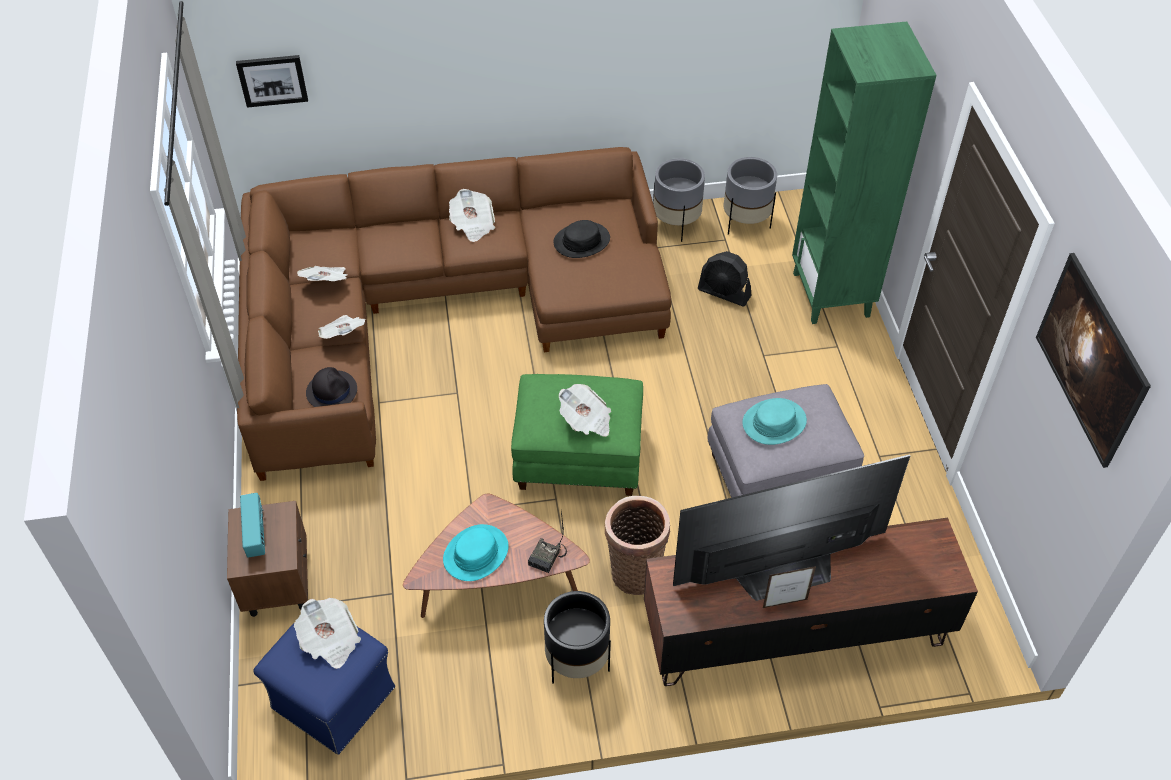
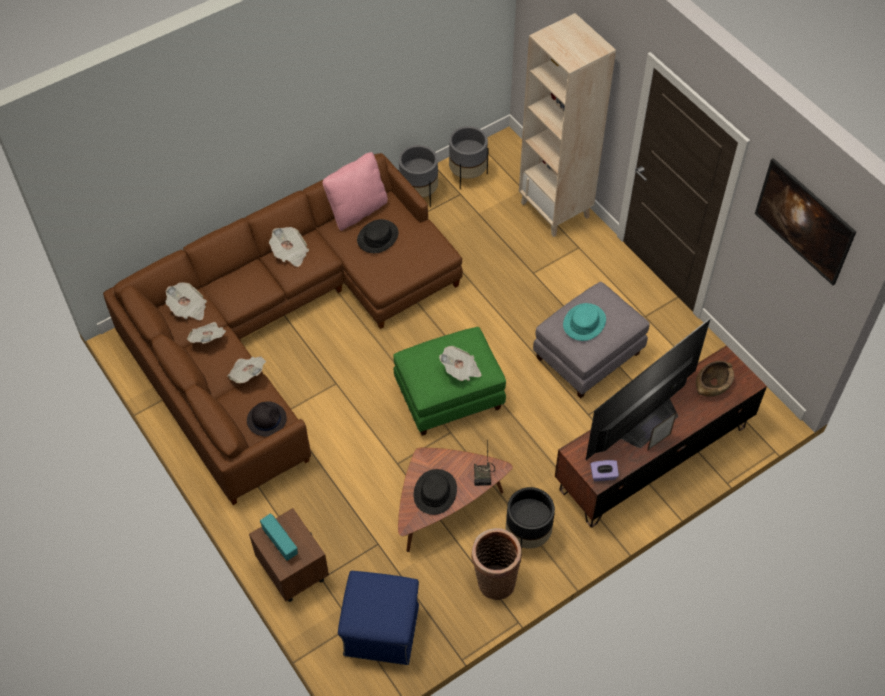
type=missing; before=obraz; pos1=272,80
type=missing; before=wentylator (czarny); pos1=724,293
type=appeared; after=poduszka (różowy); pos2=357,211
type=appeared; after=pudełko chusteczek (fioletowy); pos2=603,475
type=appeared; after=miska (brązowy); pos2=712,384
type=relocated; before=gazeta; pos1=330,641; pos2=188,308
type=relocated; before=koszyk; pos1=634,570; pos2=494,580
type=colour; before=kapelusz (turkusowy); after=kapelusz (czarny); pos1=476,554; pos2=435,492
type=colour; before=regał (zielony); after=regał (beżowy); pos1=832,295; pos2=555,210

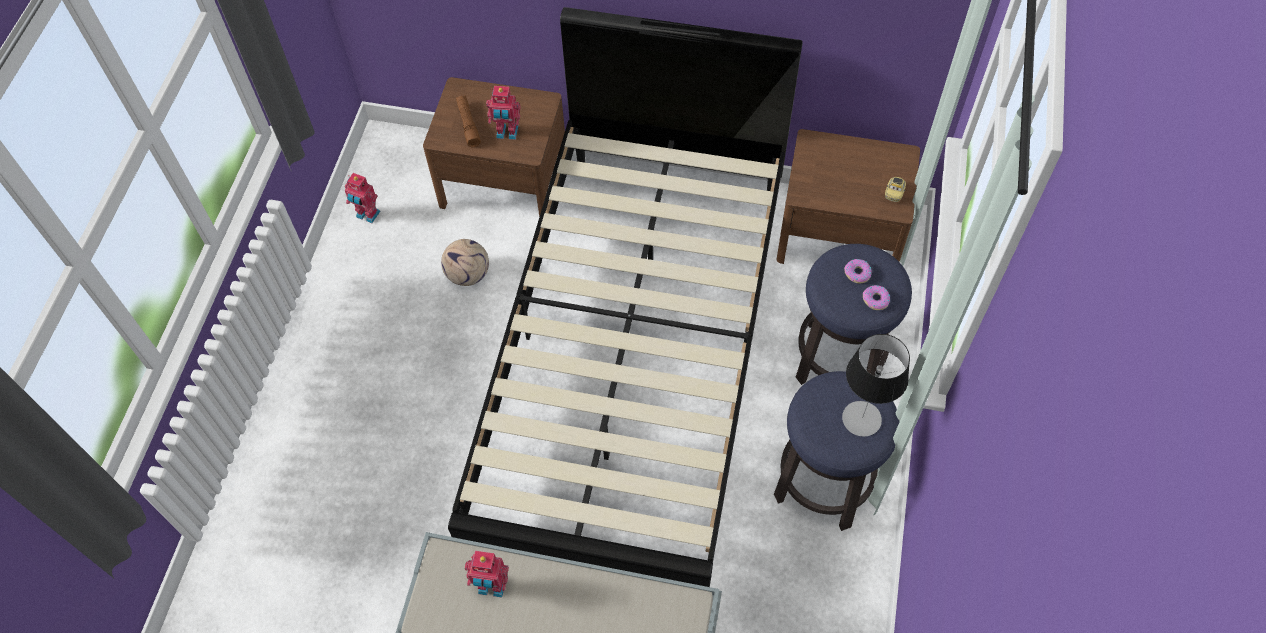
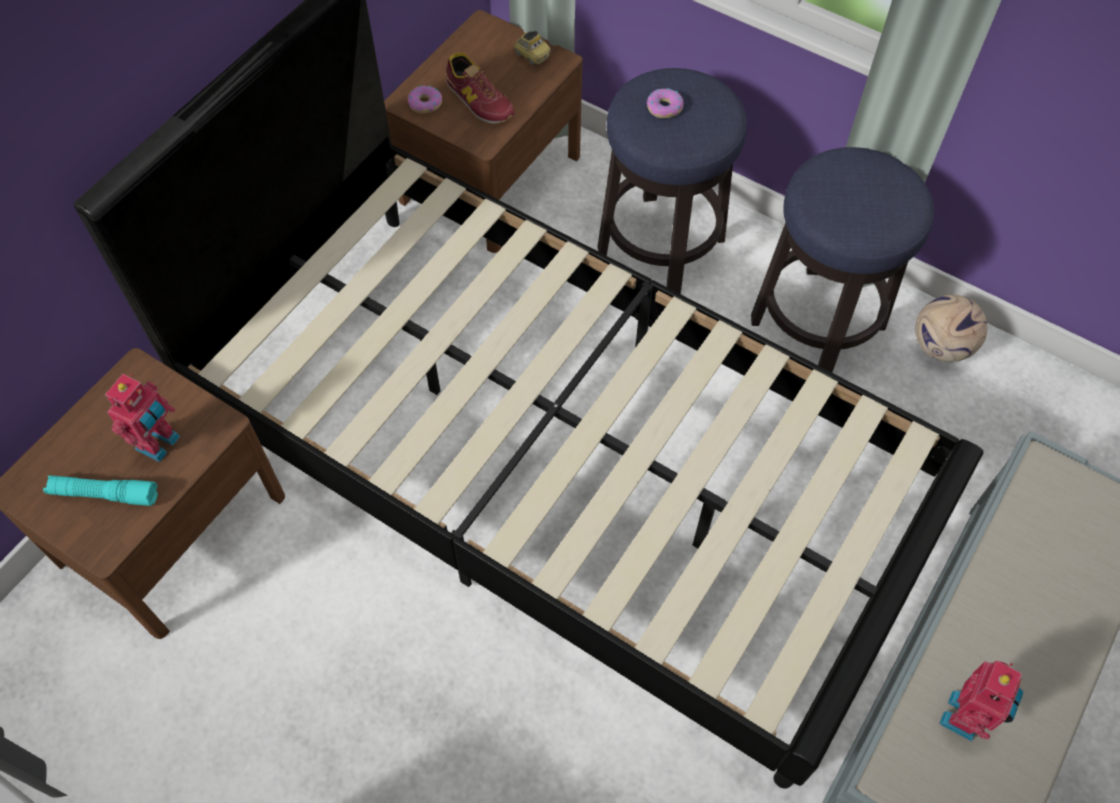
type=missing; before=robot zabawkowy; pos1=367,215
type=missing; before=lampa stołowa; pos1=861,419
type=appeared; after=but; pos2=479,100
type=relocated; before=piłka futbolowa; pos1=467,274; pos2=940,347
type=relocated; before=donut; pos1=875,300; pos2=425,103
type=colour; before=latarka (brązowy); after=latarka (turkusowy); pos1=468,124; pos2=104,494

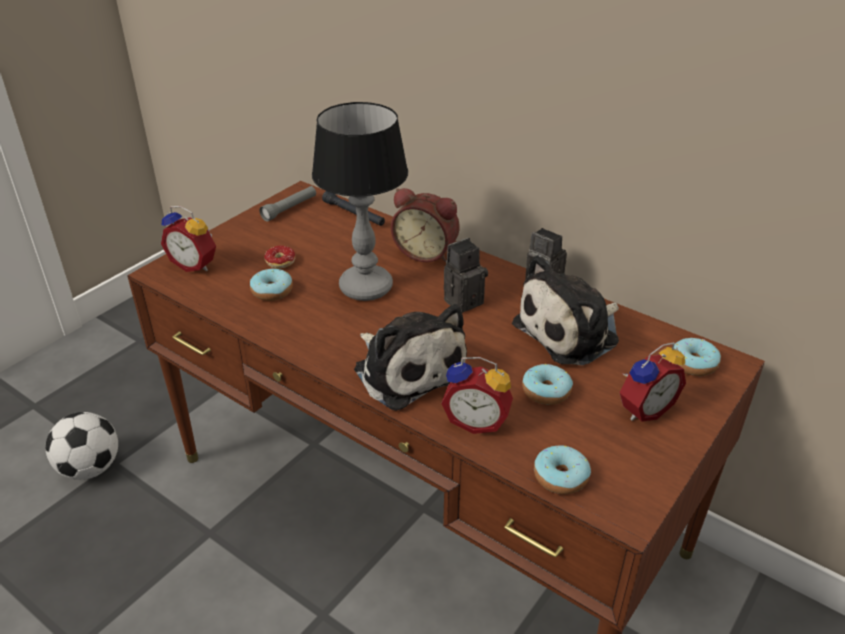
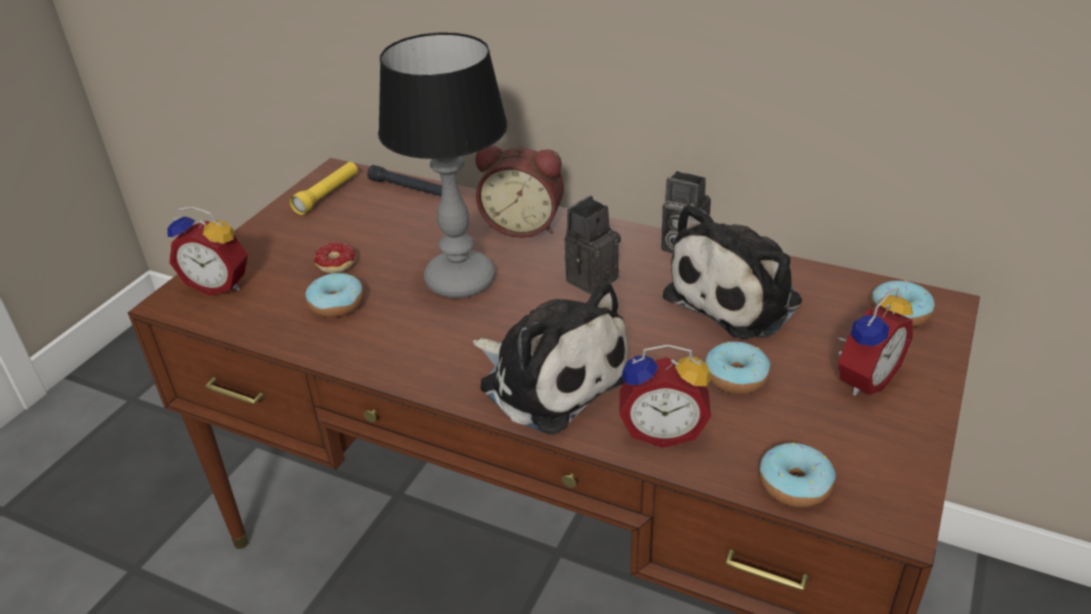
type=missing; before=piłka futbolowa; pos1=91,468
type=colour; before=latarka (szary); after=latarka (żółty); pos1=289,209; pos2=327,195

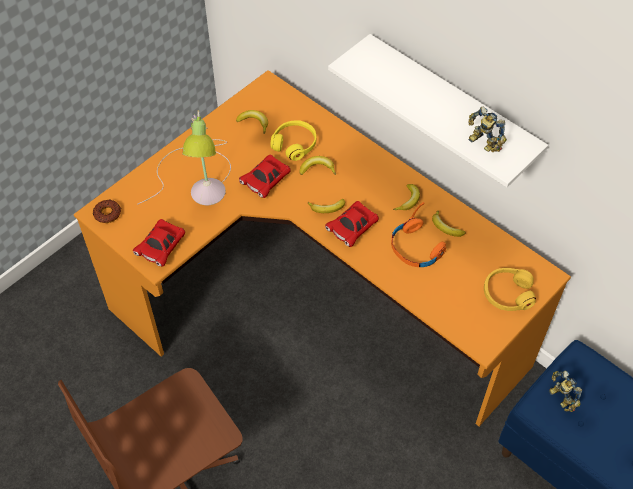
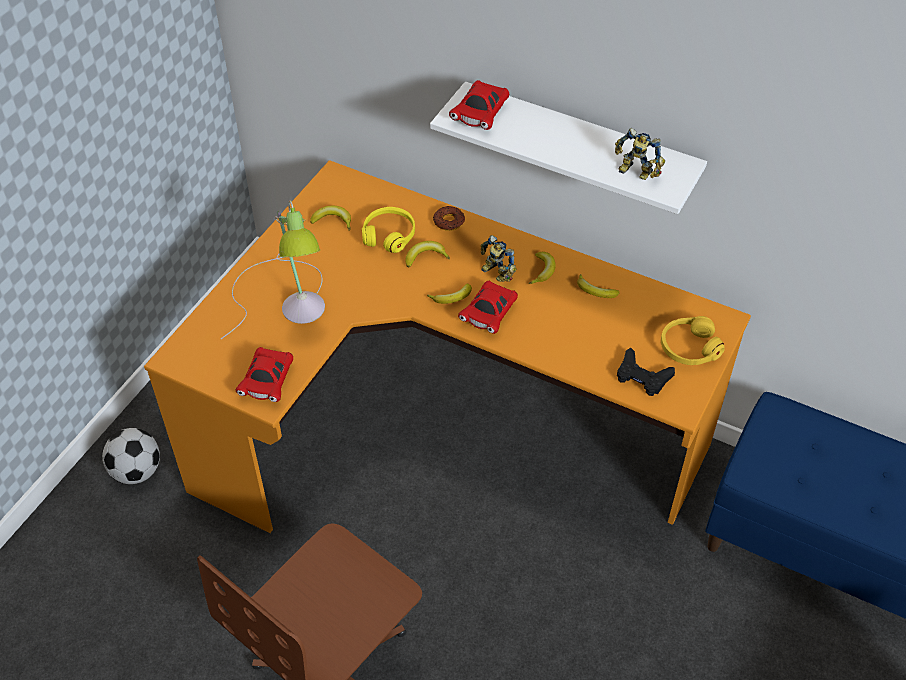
type=missing; before=słuchawki (pomarańczowy); pos1=415,249
type=appeared; after=piłka futbolowa; pos2=137,471
type=appeared; after=pad do gier (czarny); pos2=642,376
type=relocated; before=donut; pos1=107,213; pos2=449,221
type=relocated; before=samochodzik (czerwony); pos1=266,181; pos2=480,114
type=relocated; before=robot zabawkowy; pos1=560,398; pos2=495,274

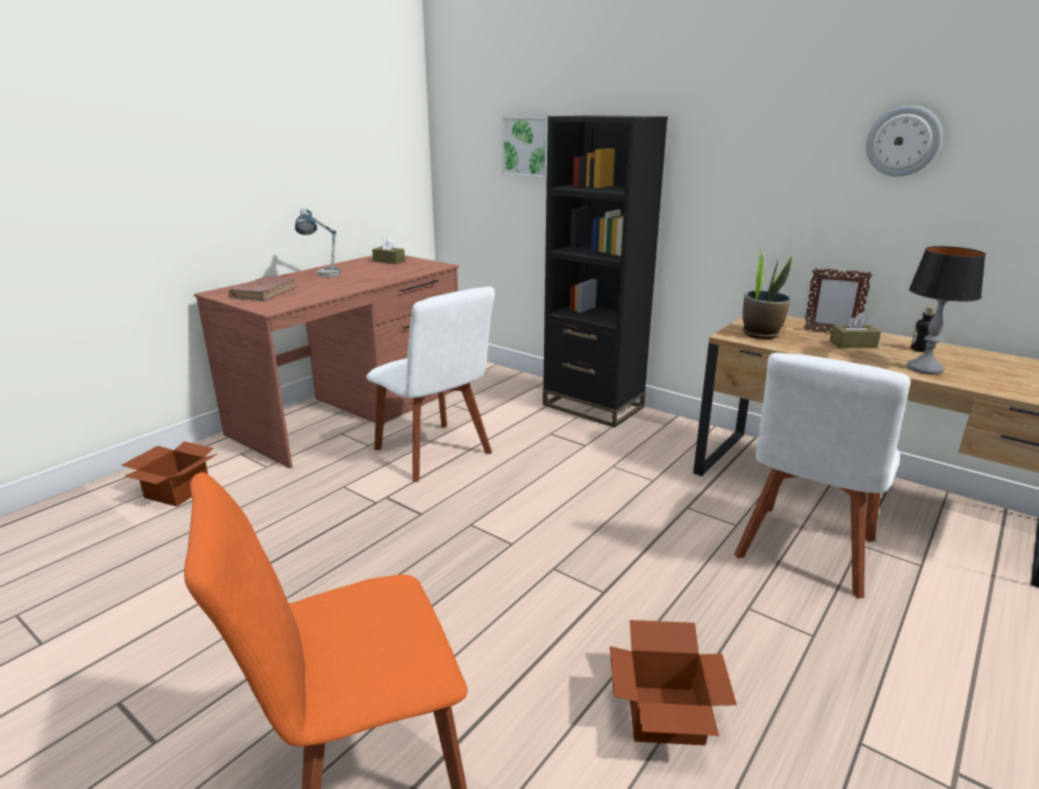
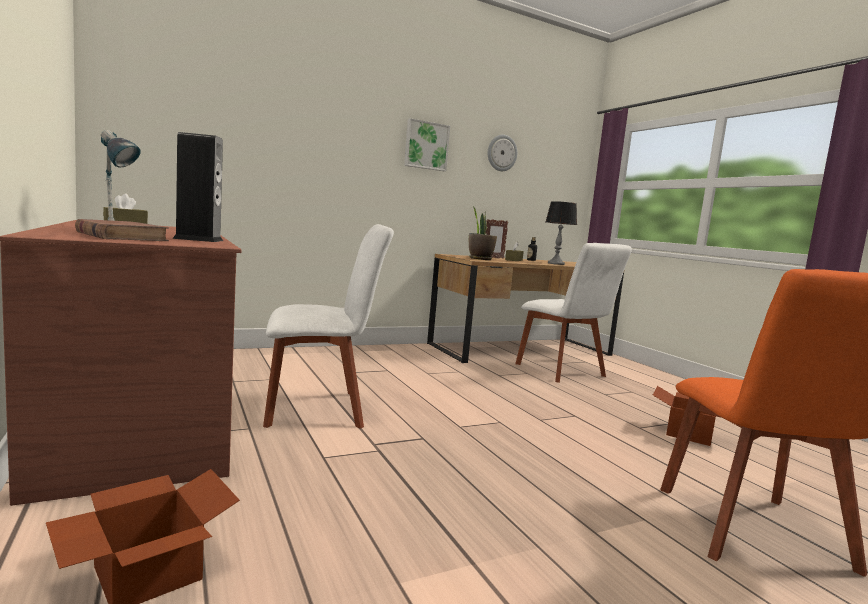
type=missing; before=regał (czarny); pos1=593,406
type=appeared; after=głośnik; pos2=198,239
type=relocated; before=obraz; pos1=527,146; pos2=426,145

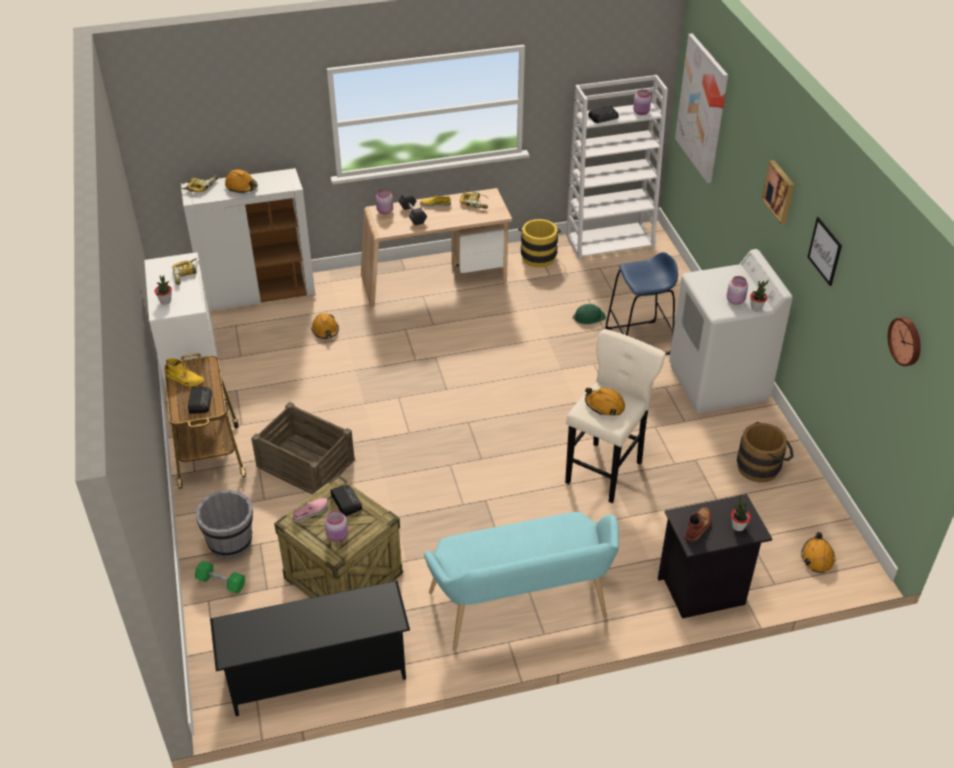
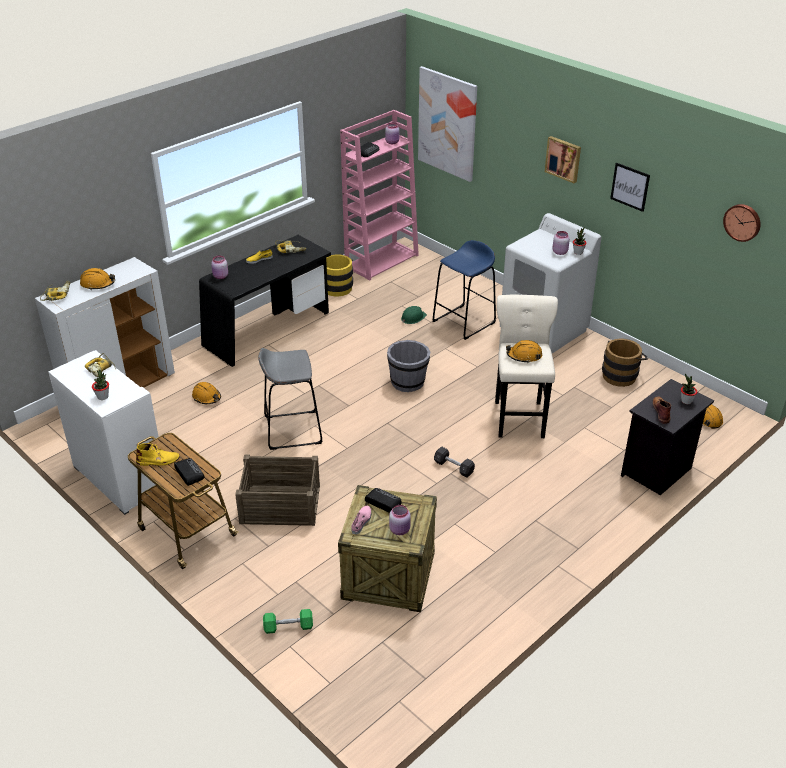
type=missing; before=regał na buty (czarny); pos1=317,673
type=missing; before=ławka (turkusowy); pos1=522,611
type=appeared; after=stołek (szary); pos2=292,430
type=relocated; before=wiadro (szary); pos1=231,542; pos2=408,382
type=relocated; before=hantel (szary); pos1=413,215; pos2=453,467
type=colour; before=biurko (beżowy); after=biurko (czarny); pos1=435,281; pos2=269,330
type=colour; before=regał (biały); after=regał (różowy); pos1=610,240; pos2=382,260

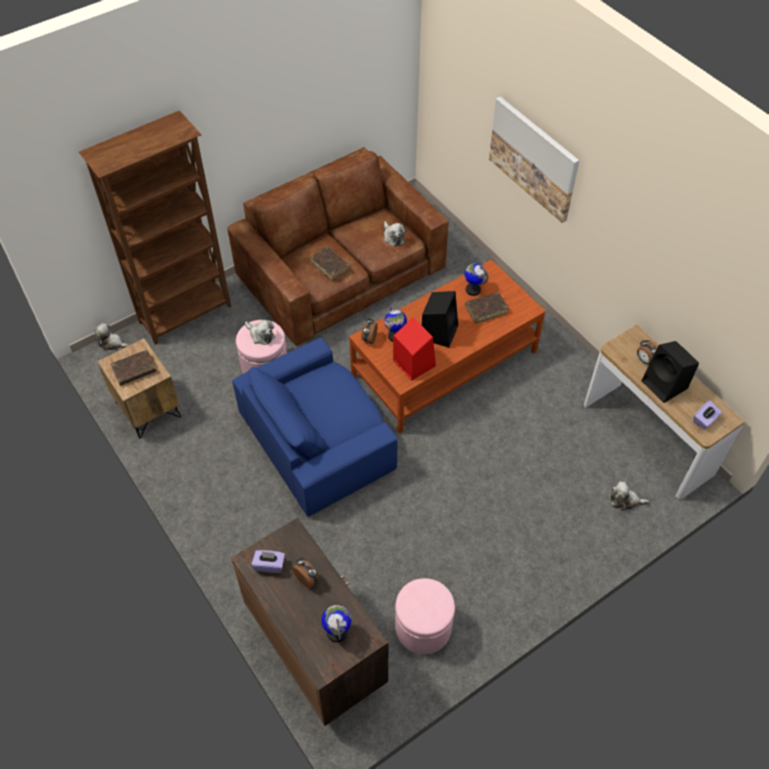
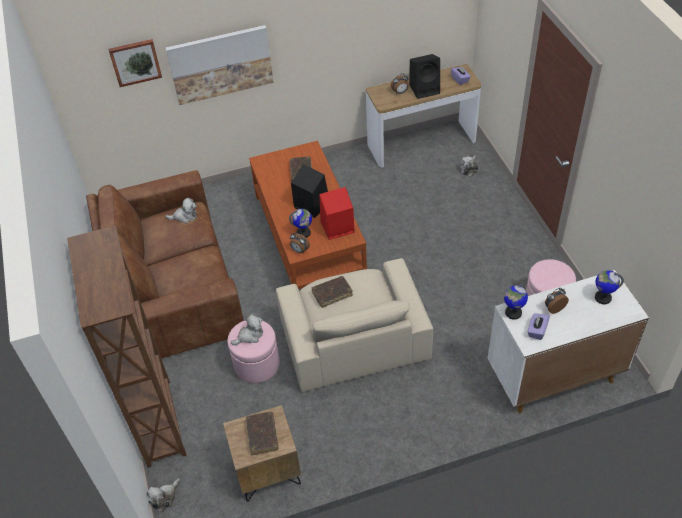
type=appeared; after=obraz; pos2=135,62
type=relocated; before=książka (brązowy); pos1=330,266; pos2=332,294
type=relocated; before=globus; pos1=473,289; pos2=513,313
type=colour; before=szafka (brązowy); after=szafka (biały); pos1=315,650; pos2=553,377
type=colour; before=fotel (niebieski); after=fotel (beżowy); pos1=317,439; pos2=353,338

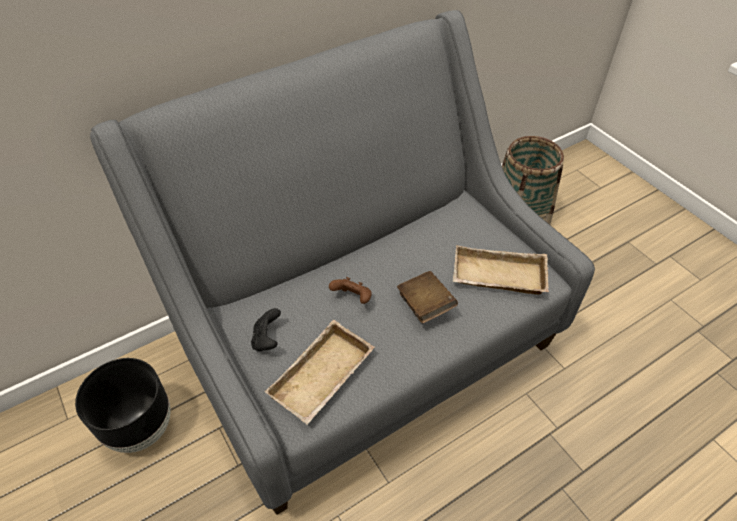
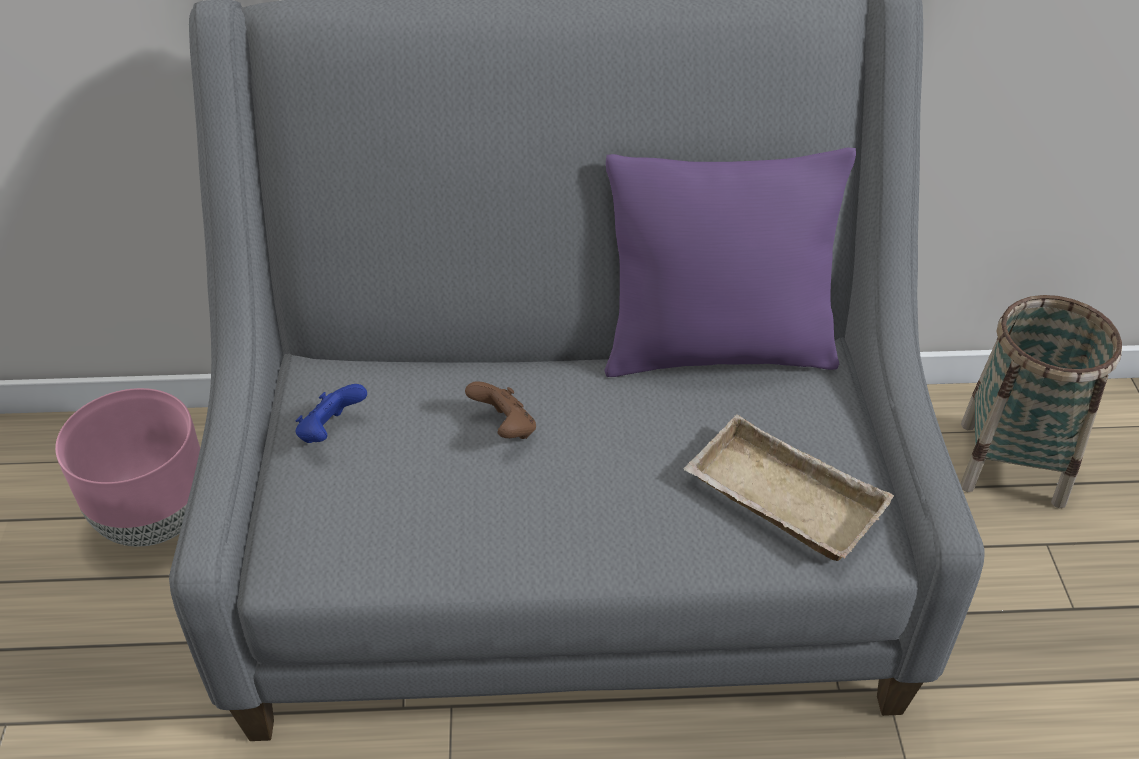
type=missing; before=taca (beżowy); pos1=323,379
type=missing; before=książka (brązowy); pos1=425,305
type=appeared; after=poduszka (fioletowy); pos2=717,351
type=colour; before=donica (czarny); after=donica (różowy); pos1=140,427; pos2=155,518
type=colour; before=pad do gier (czarny); after=pad do gier (niebieski); pos1=267,339; pos2=331,432

